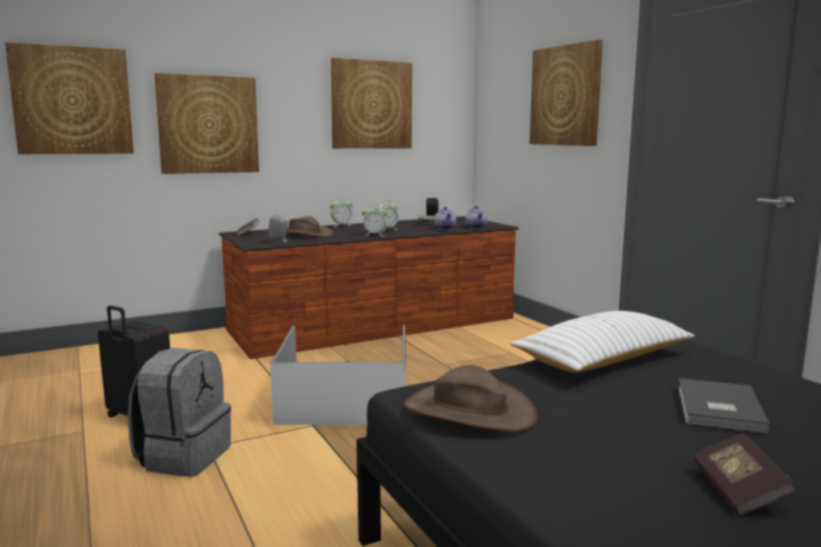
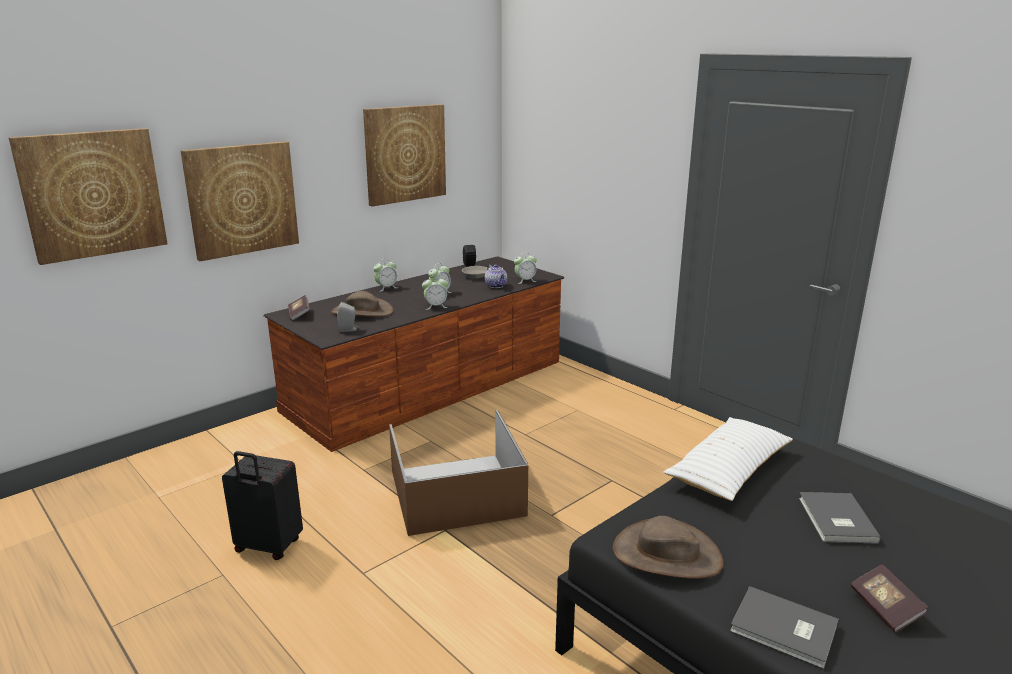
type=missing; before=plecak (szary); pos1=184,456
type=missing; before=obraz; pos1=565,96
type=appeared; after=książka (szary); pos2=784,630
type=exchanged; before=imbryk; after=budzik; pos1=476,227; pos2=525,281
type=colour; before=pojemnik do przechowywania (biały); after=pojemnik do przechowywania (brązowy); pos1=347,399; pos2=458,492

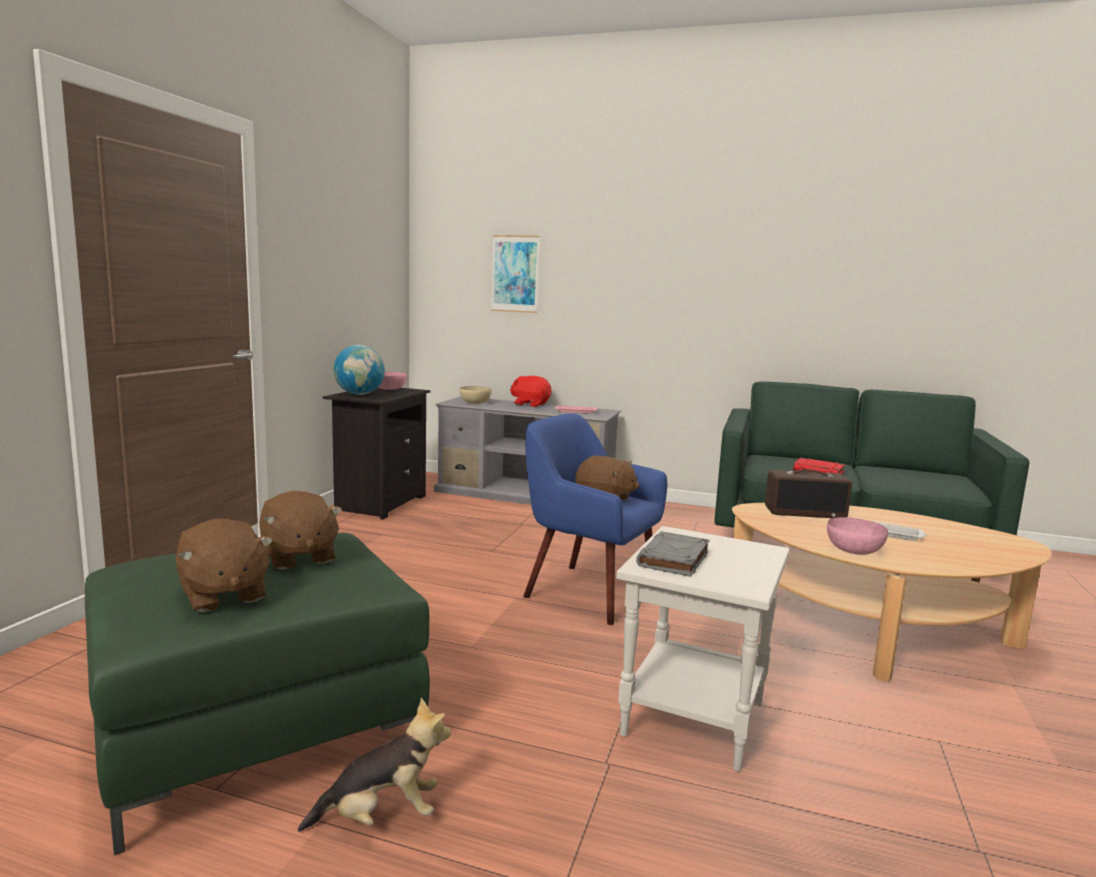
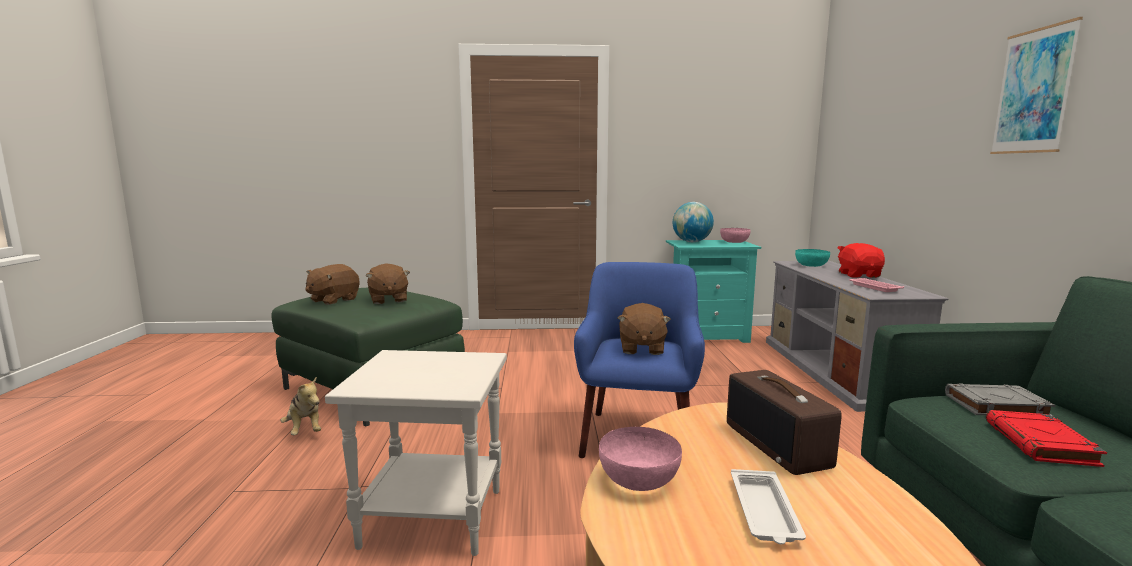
type=relocated; before=obraz; pos1=515,274; pos2=1033,91
type=relocated; before=książka (szary); pos1=673,560; pos2=995,406
type=colour; before=szafka nocna (czarny); after=szafka nocna (turkusowy); pos1=379,503; pos2=706,335
type=colour; before=miska (beżowy); after=miska (turkusowy); pos1=475,402; pos2=811,265
type=spun; before=pluszak (brązowy); pos1=298,557; pos2=388,300; turn=-60

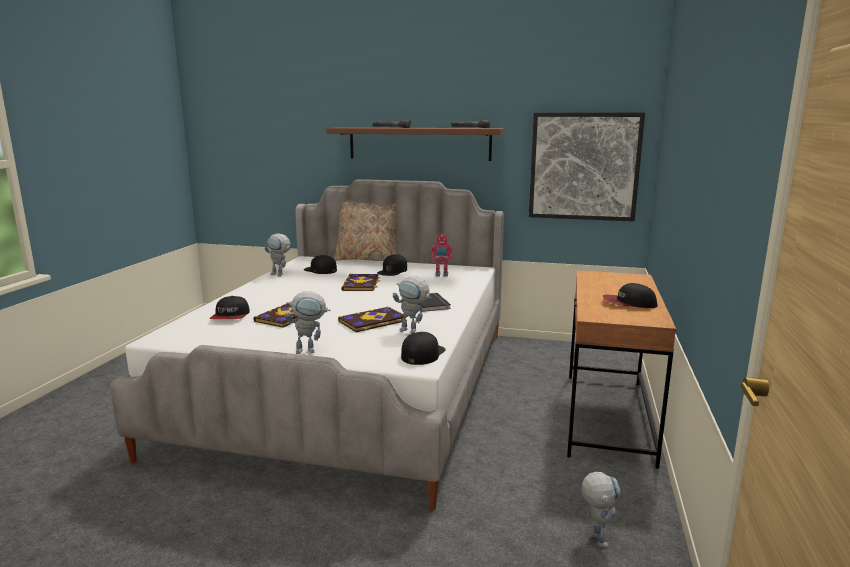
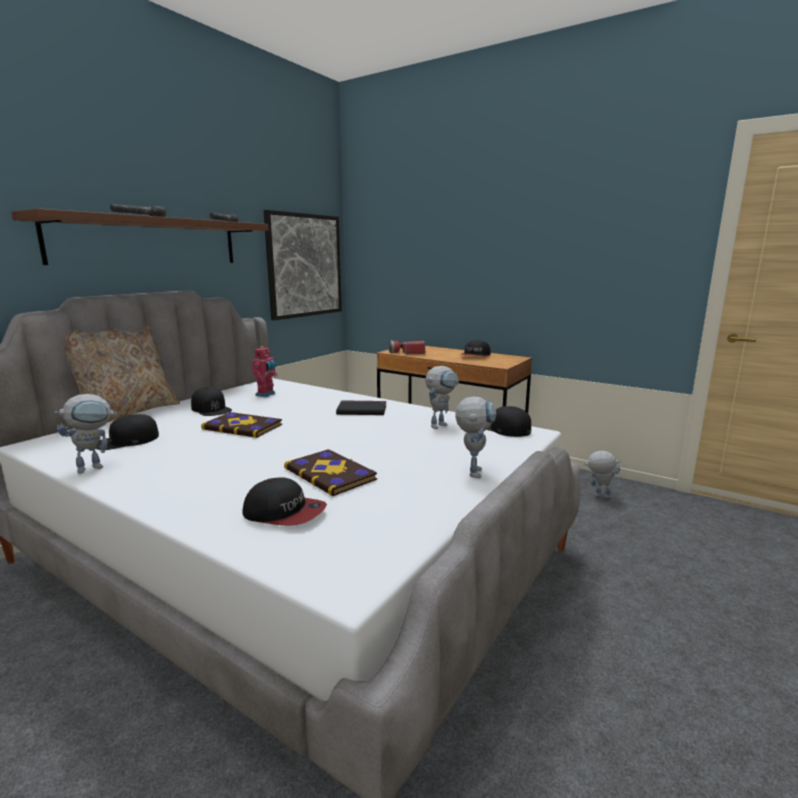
type=missing; before=książka; pos1=373,321
type=appeared; after=latarka; pos2=407,353

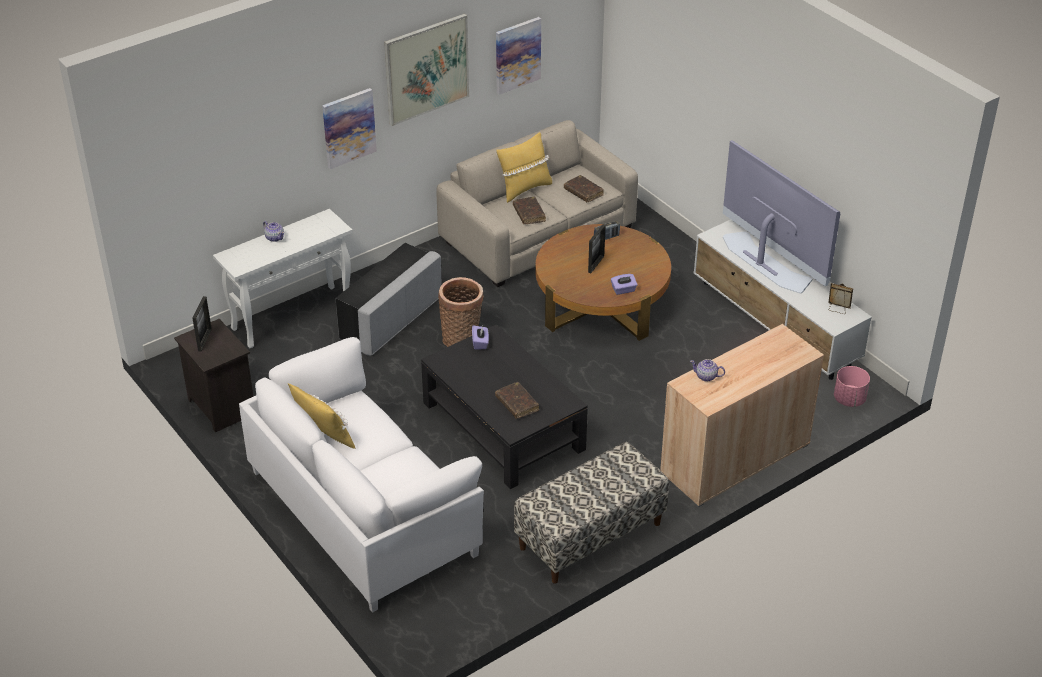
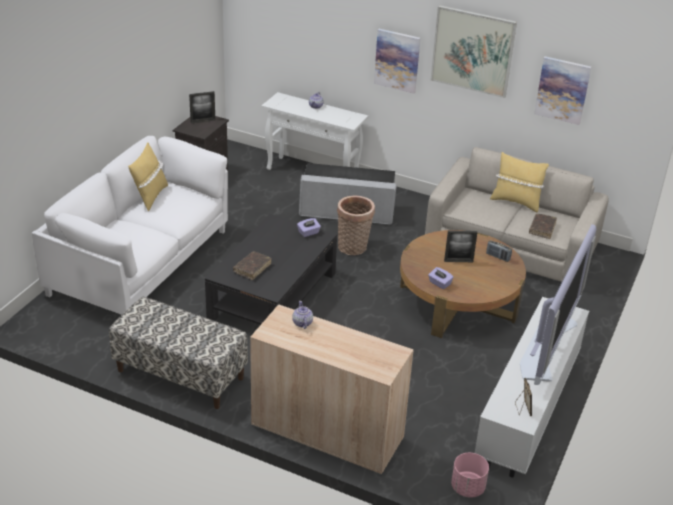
type=missing; before=książka (brązowy); pos1=529,214

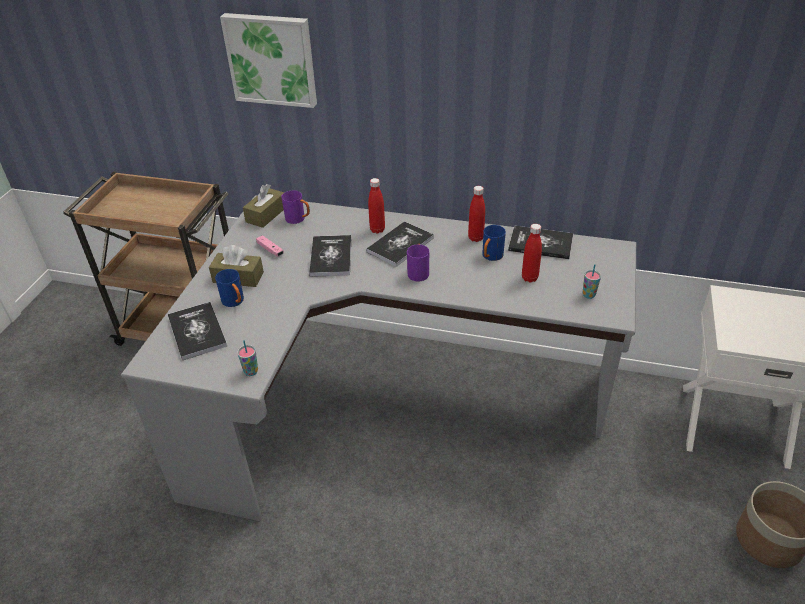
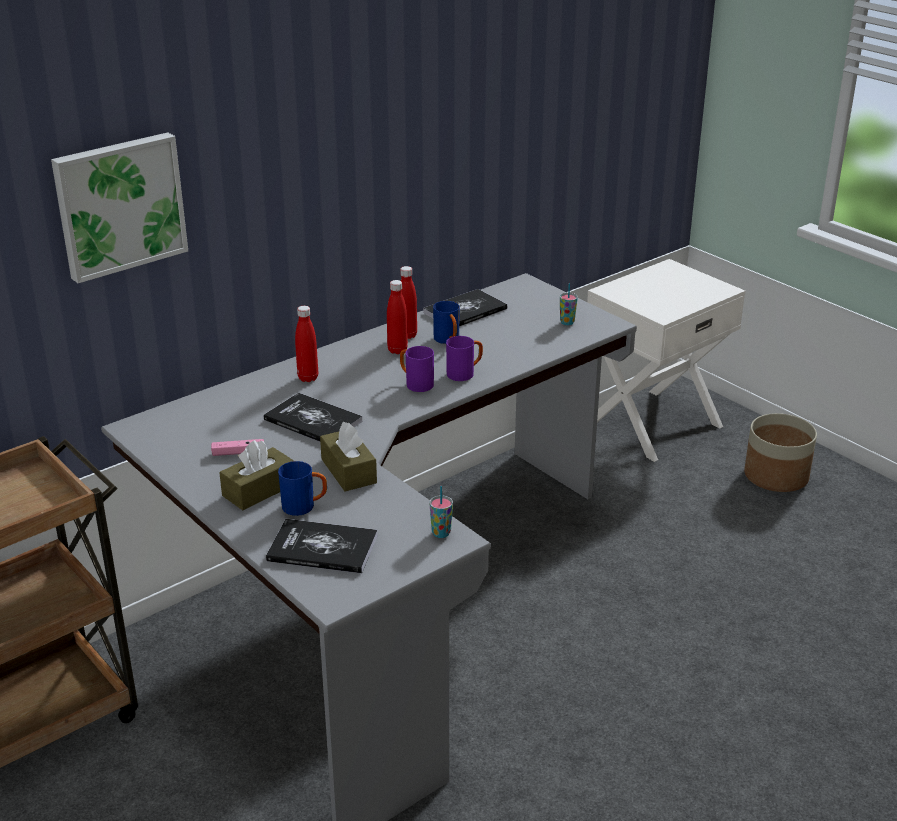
type=missing; before=książka; pos1=400,245
type=relocated; before=pudełko chusteczek (brązowy); pos1=266,214; pos2=348,471
type=relocated; before=kubek (fioletowy); pos1=298,219; pos2=465,373
type=relocated; before=butelka (czerwony); pos1=529,278; pos2=397,350

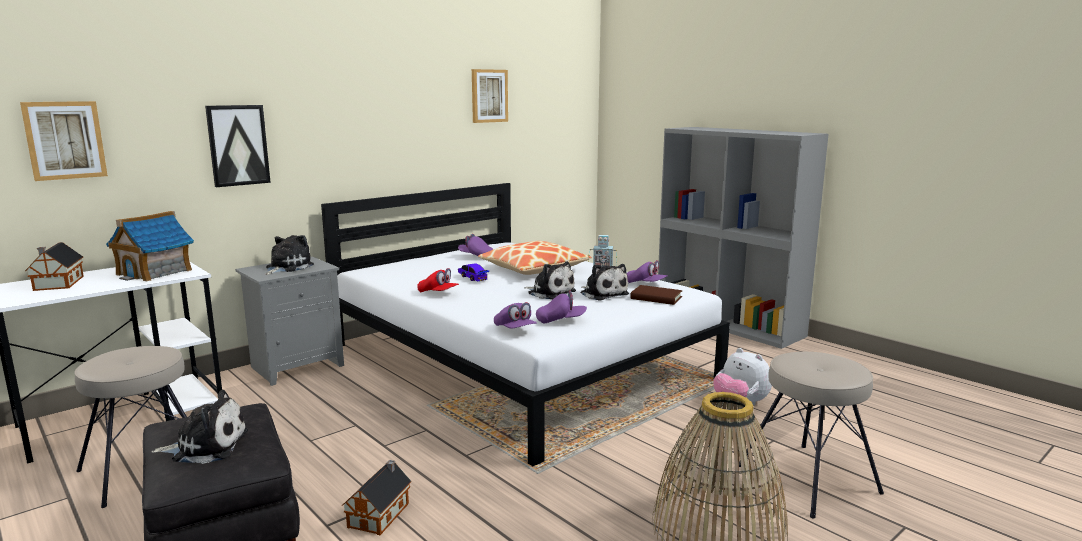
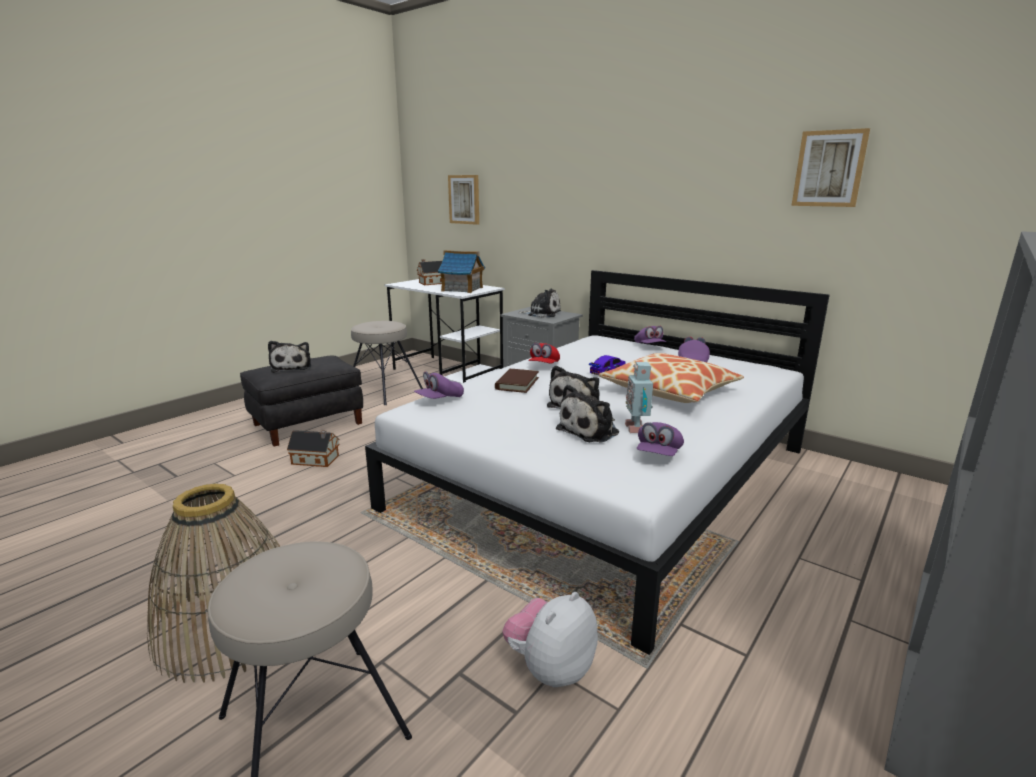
type=missing; before=obraz; pos1=238,145
type=relocated; before=czapka z daszkiem (fioletowy); pos1=561,320; pos2=649,346
type=relocated; before=książka (brązowy); pos1=656,298; pos2=517,383

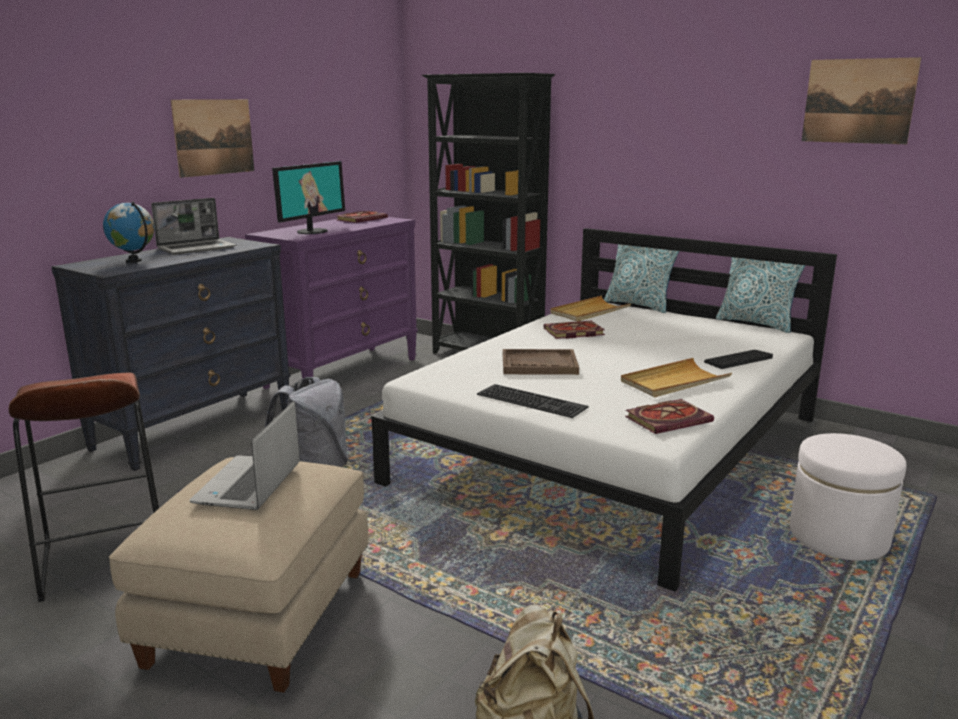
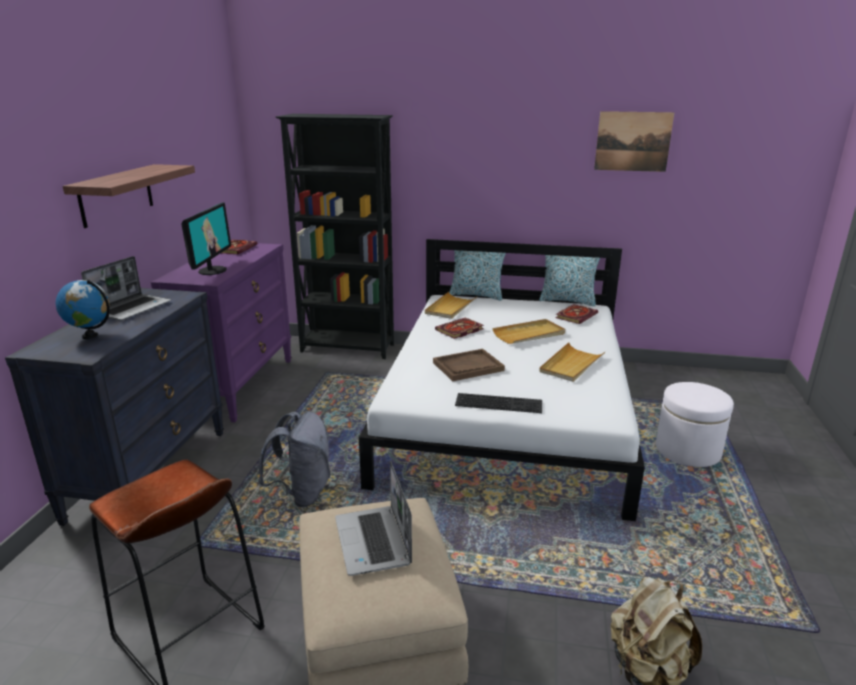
type=missing; before=klawiatura; pos1=738,359
type=appeared; after=taca (beżowy); pos2=529,334
type=relocated; before=książka; pos1=669,419; pos2=576,315
type=exchanged; before=obraz; after=półka; pos1=214,137; pos2=116,195

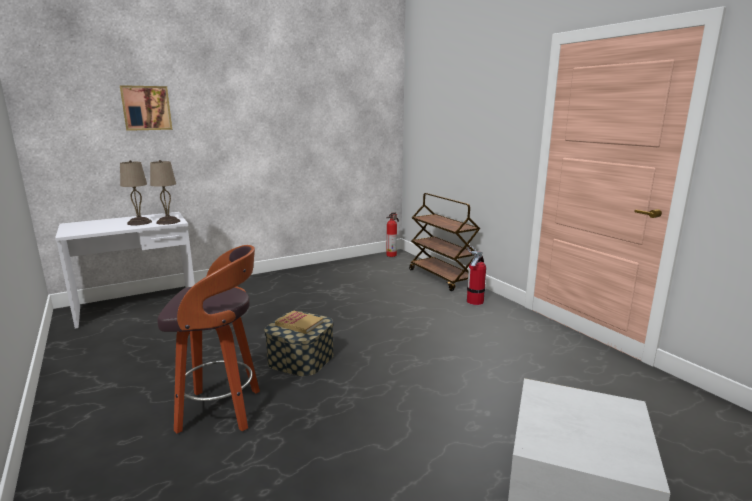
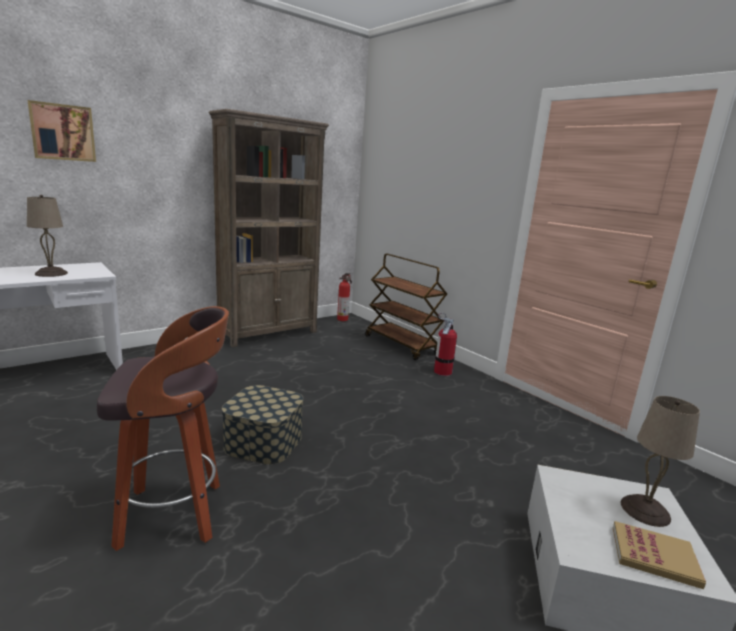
type=appeared; after=regał (brązowy); pos2=269,333
type=relocated; before=lampa stołowa (beżowy); pos1=169,221; pos2=645,510
type=relocated; before=książka; pos1=299,324; pos2=654,556

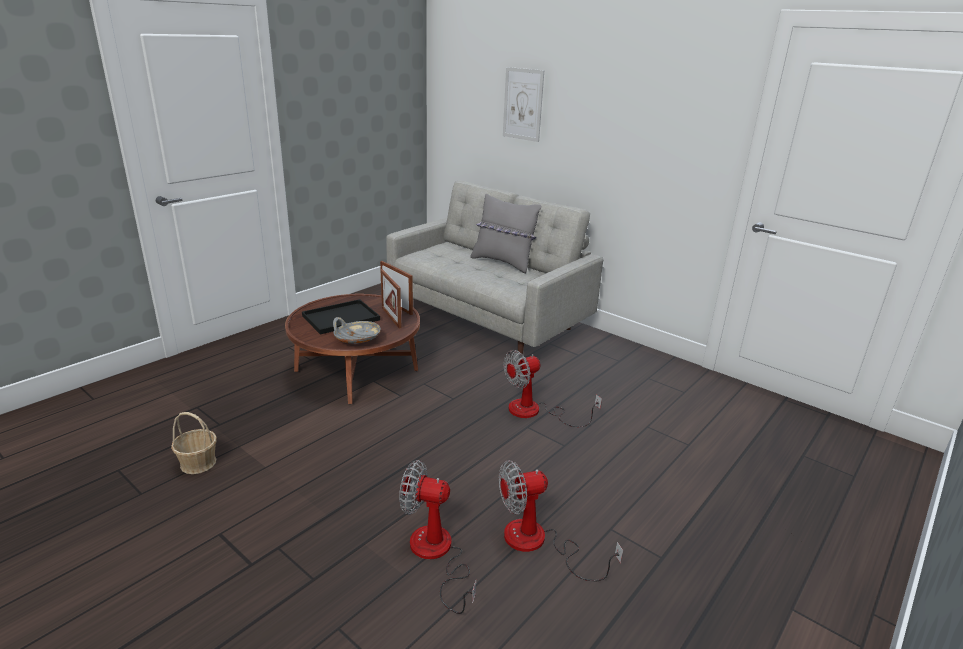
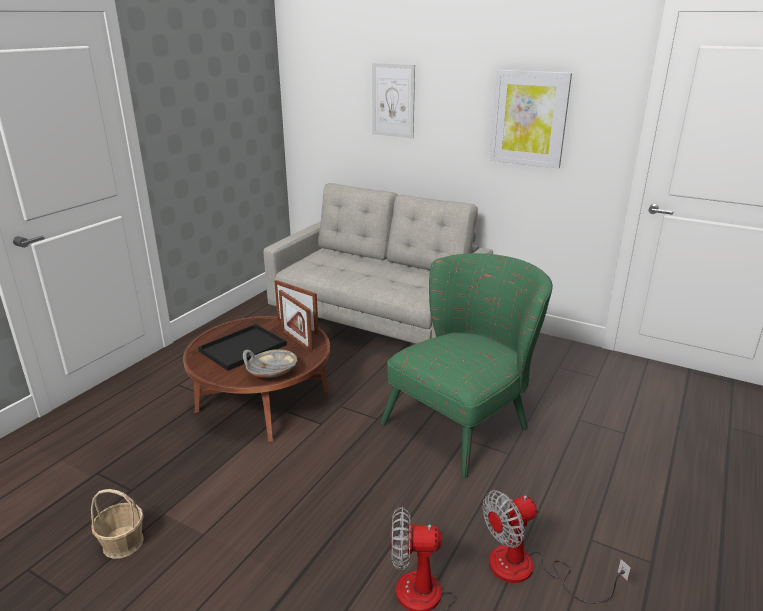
type=missing; before=poduszka (szary); pos1=503,262
type=appeared; after=obraz; pos2=529,118
type=exchanged; before=wentylator; after=fotel (zielony); pos1=535,412; pos2=465,421

